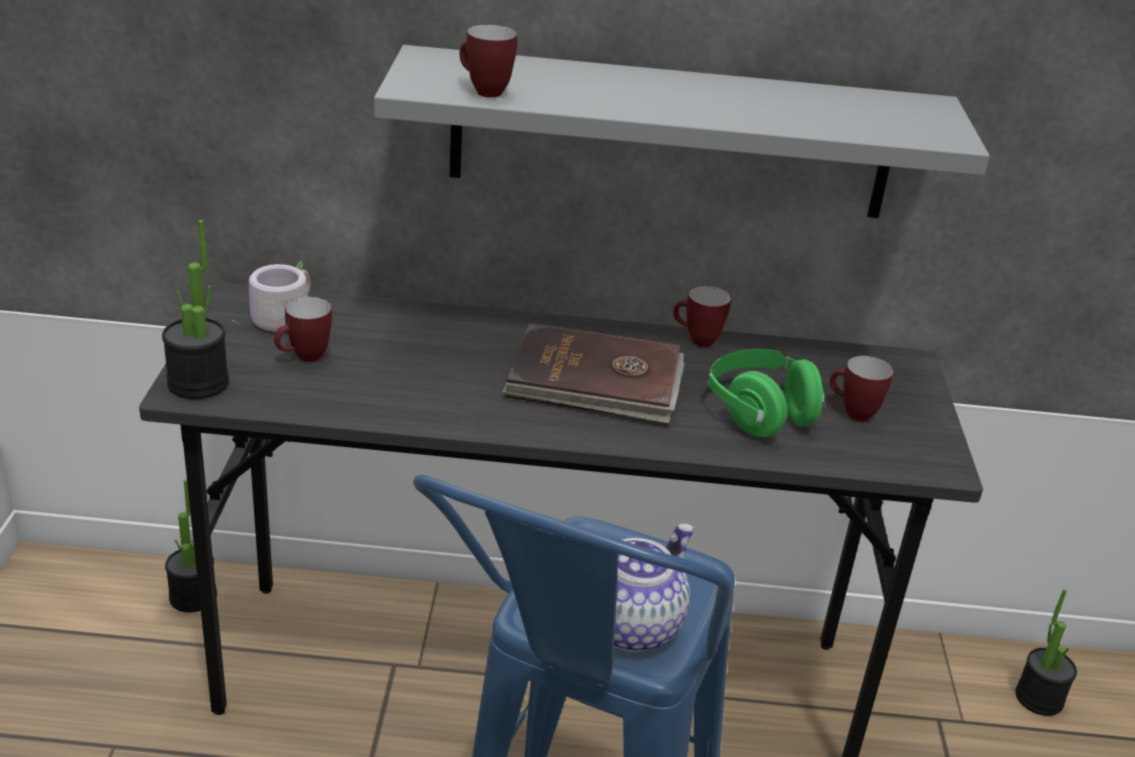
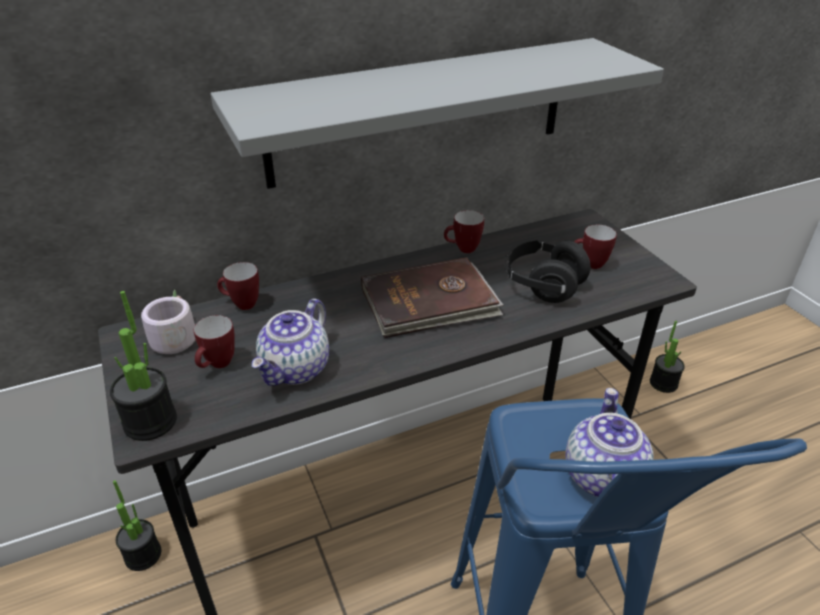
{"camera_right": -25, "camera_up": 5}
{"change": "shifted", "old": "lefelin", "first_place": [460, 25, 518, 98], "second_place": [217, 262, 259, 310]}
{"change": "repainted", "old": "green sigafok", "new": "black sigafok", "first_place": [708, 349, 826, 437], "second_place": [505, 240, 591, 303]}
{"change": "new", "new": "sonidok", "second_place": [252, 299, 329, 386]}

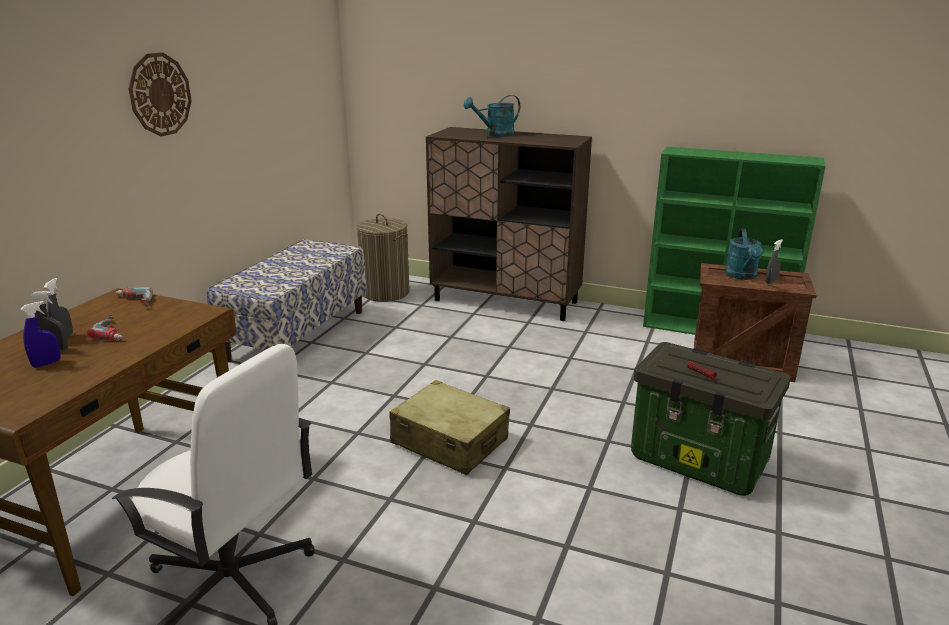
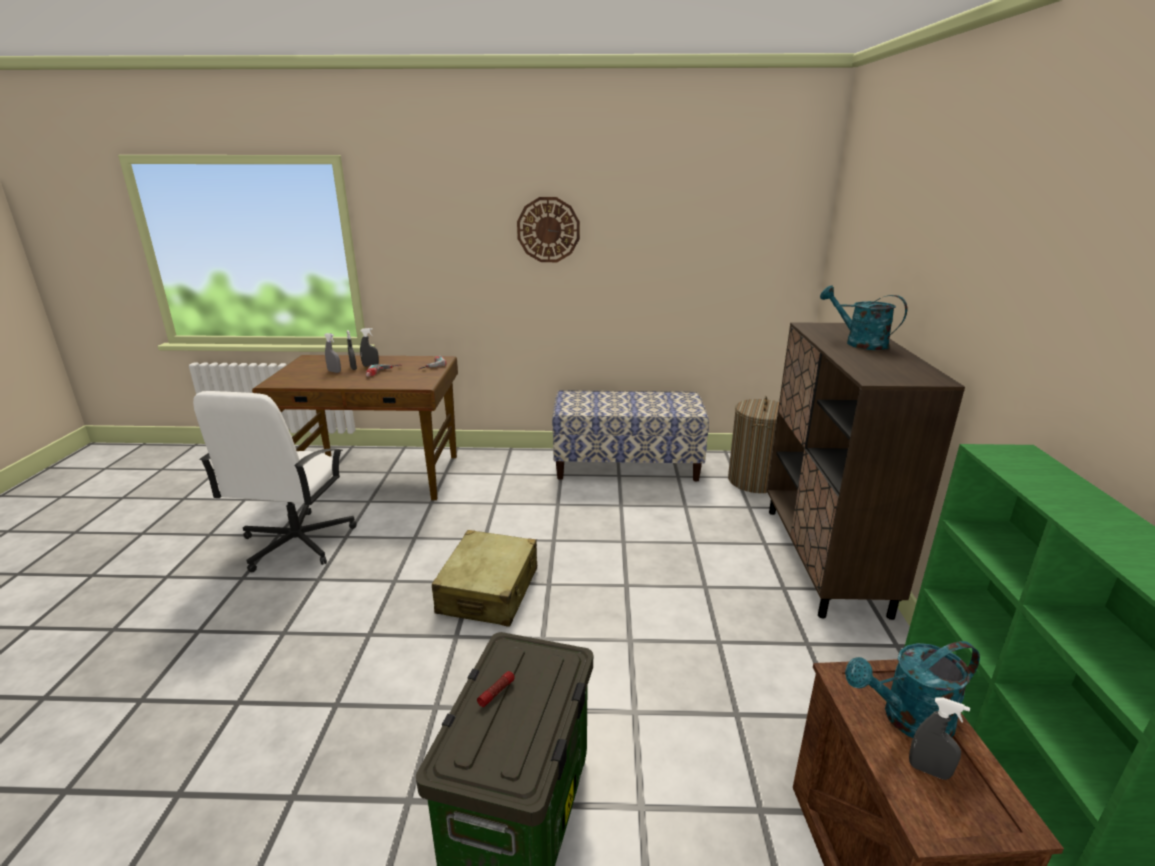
{"camera_right": 70, "camera_up": 0}
{"change": "repainted", "old": "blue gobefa", "new": "grey gobefa", "first_place": [21, 301, 61, 368], "second_place": [324, 333, 341, 373]}

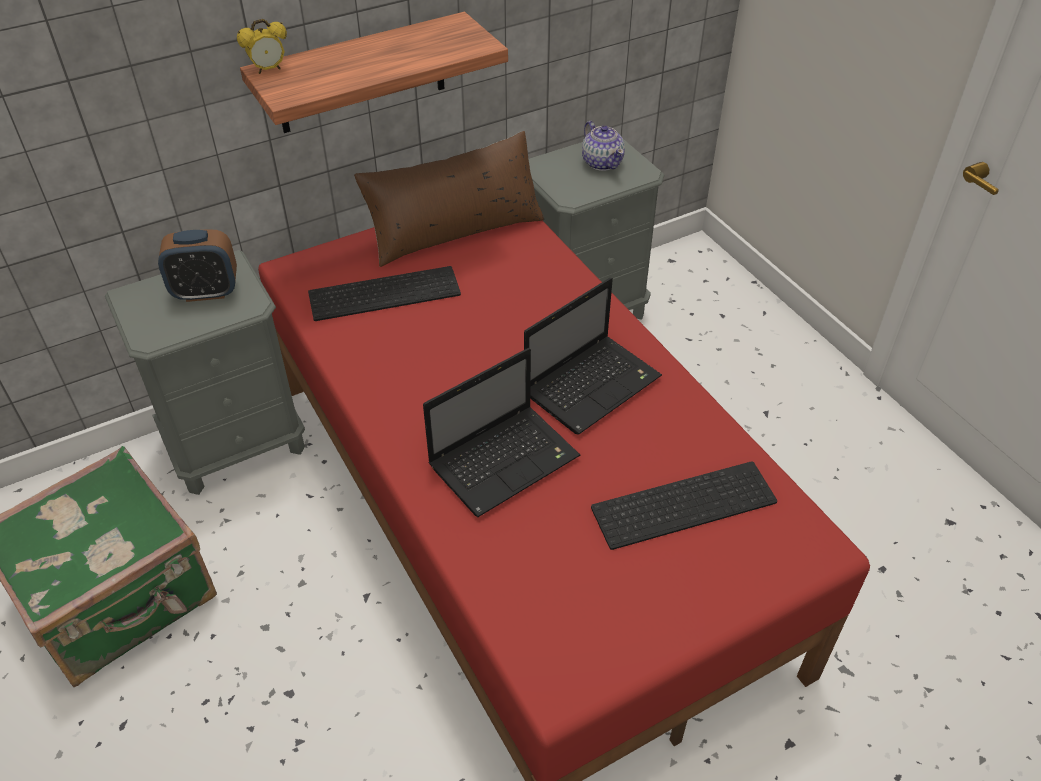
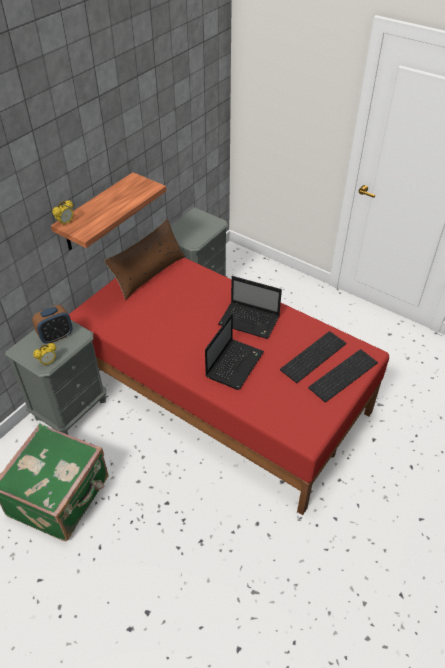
{"camera_right": -25, "camera_up": 0}
{"change": "gone", "old": "sonidok", "first_place": [582, 121, 625, 171]}
{"change": "shifted", "old": "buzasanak", "first_place": [308, 266, 461, 321], "second_place": [308, 349, 378, 403]}
{"change": "rotated", "old": "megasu", "first_place": [524, 278, 662, 435], "second_place": [218, 276, 282, 339], "degrees": 90}
{"change": "new", "new": "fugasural", "second_place": [33, 343, 56, 366]}

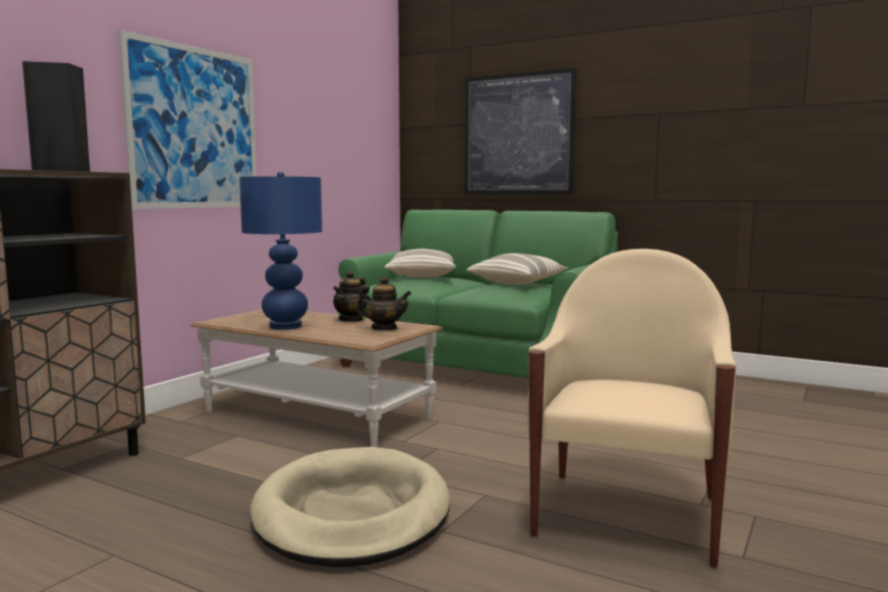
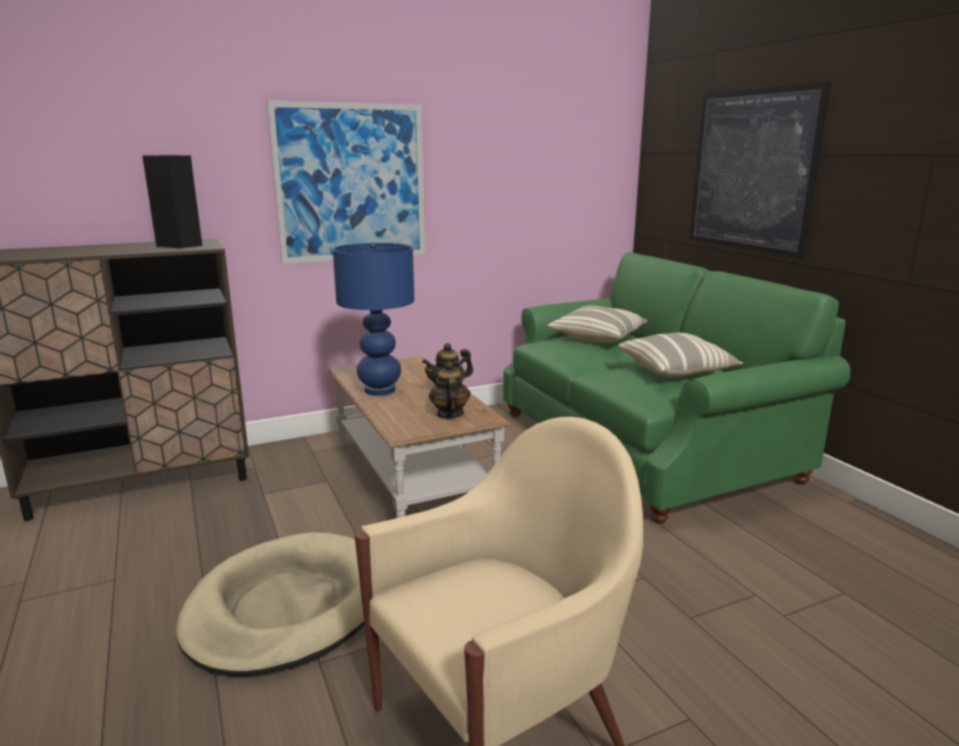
{"camera_right": 35, "camera_up": 10}
{"change": "rotated", "old": "sonidok", "first_place": [357, 276, 411, 330], "second_place": [429, 361, 470, 419], "degrees": -150}

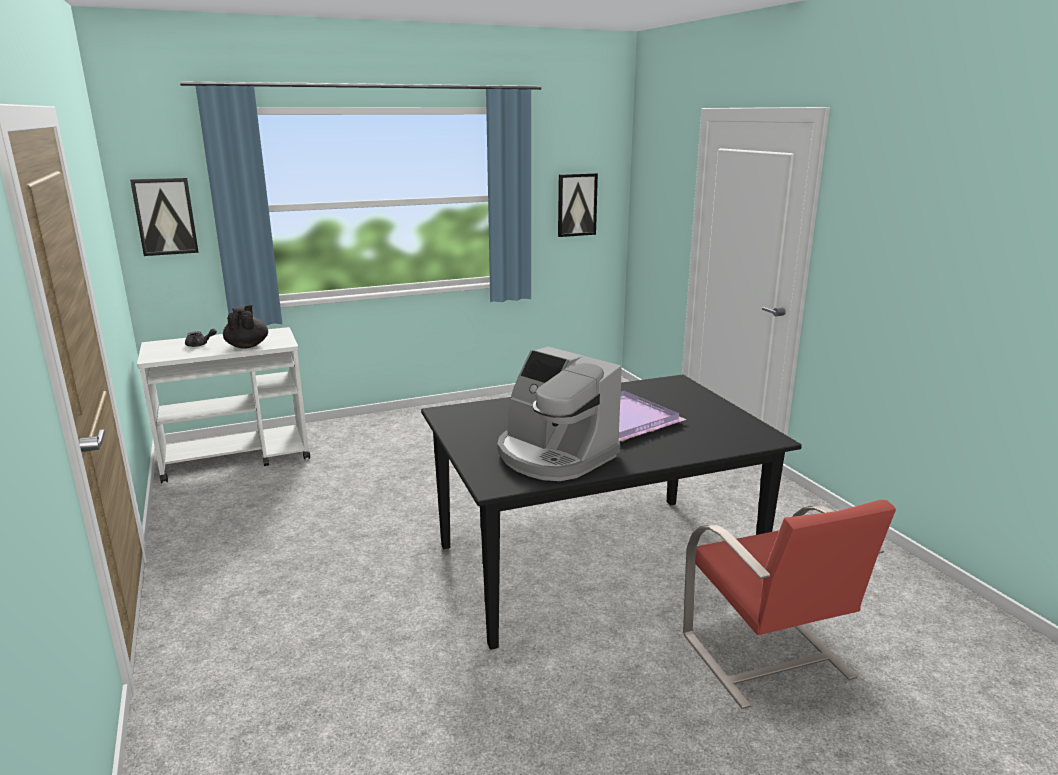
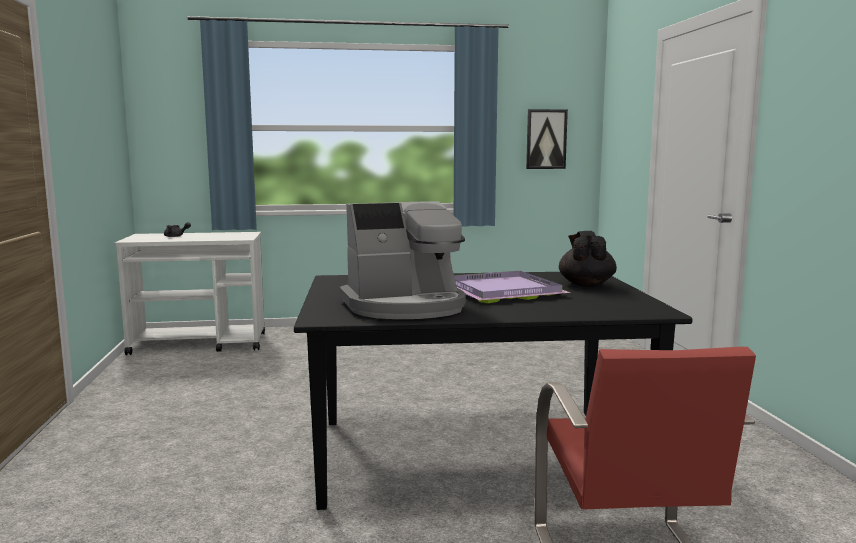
{"camera_right": 15, "camera_up": -10}
{"change": "gone", "old": "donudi", "first_place": [130, 178, 199, 256]}
{"change": "shifted", "old": "black sonidok", "first_place": [223, 305, 268, 349], "second_place": [559, 231, 617, 287]}
{"change": "rotated", "old": "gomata", "first_place": [497, 347, 622, 481], "second_place": [339, 201, 466, 319], "degrees": -75}

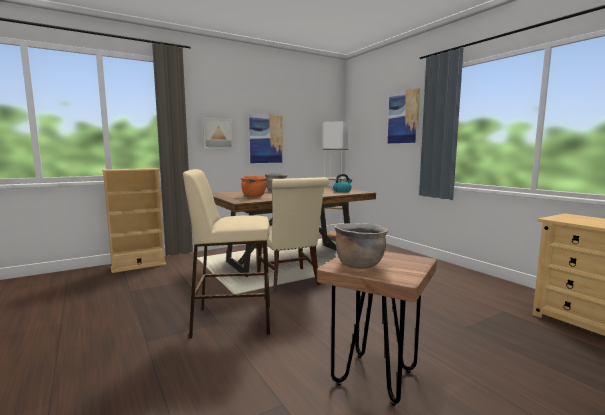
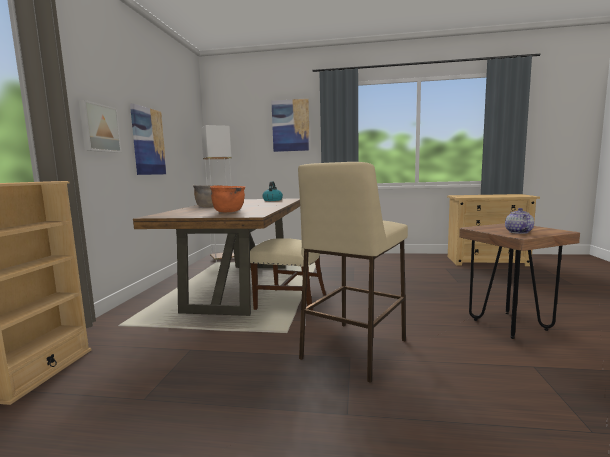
{"camera_right": -50, "camera_up": 0}
{"change": "swapped", "old": "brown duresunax", "new": "sonidok", "first_place": [334, 223, 388, 269], "second_place": [505, 208, 534, 234]}

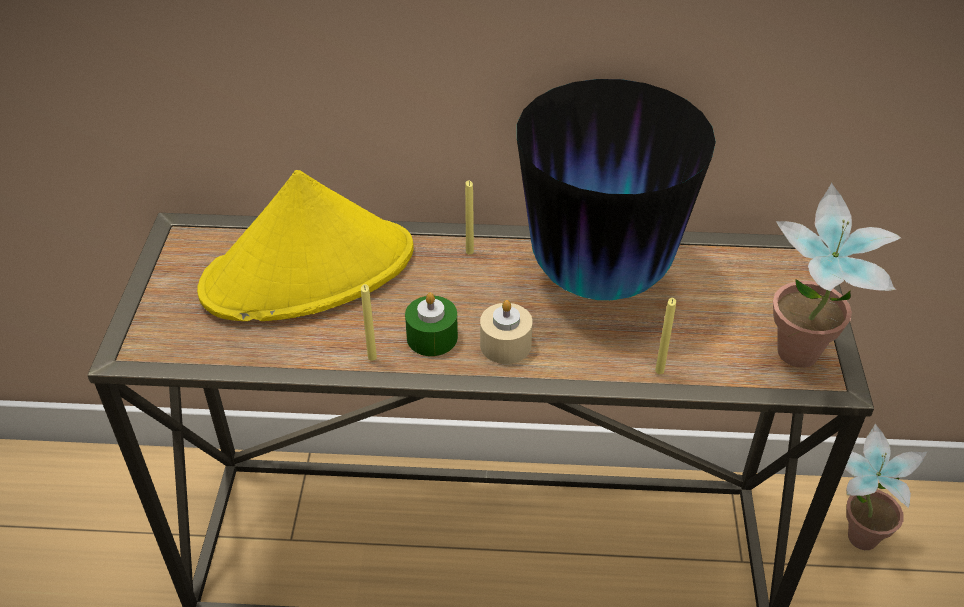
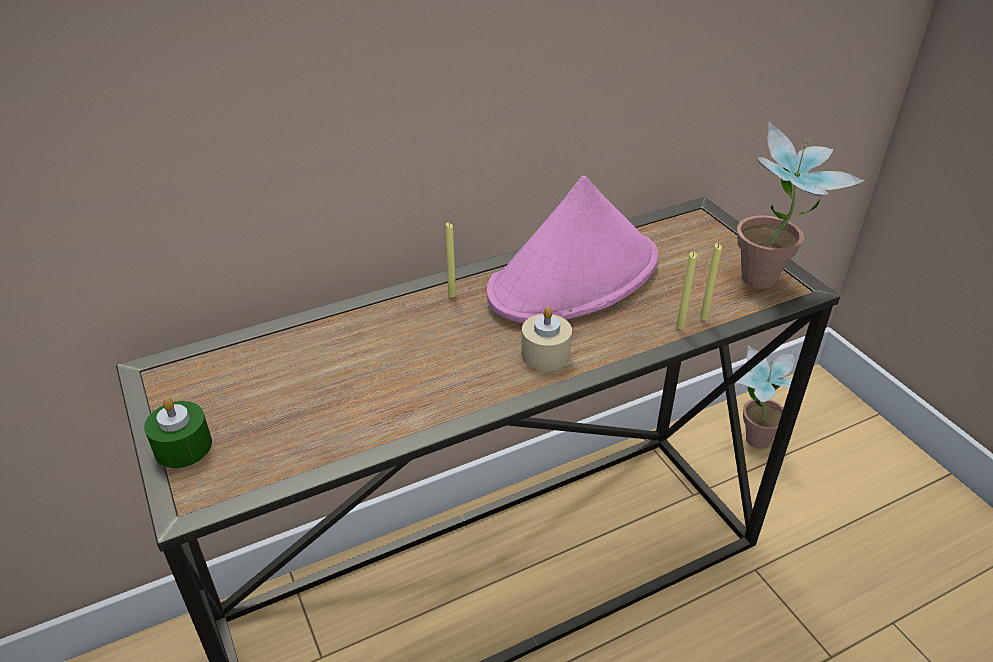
{"camera_right": -30, "camera_up": -5}
{"change": "swapped", "old": "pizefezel", "new": "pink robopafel", "first_place": [517, 79, 716, 300], "second_place": [487, 175, 658, 323]}
{"change": "gone", "old": "yellow robopafel", "first_place": [197, 170, 414, 321]}
{"change": "shifted", "old": "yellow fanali", "first_place": [361, 284, 377, 361], "second_place": [700, 243, 722, 320]}
{"change": "shifted", "old": "green fanali", "first_place": [405, 292, 458, 356], "second_place": [144, 398, 212, 468]}

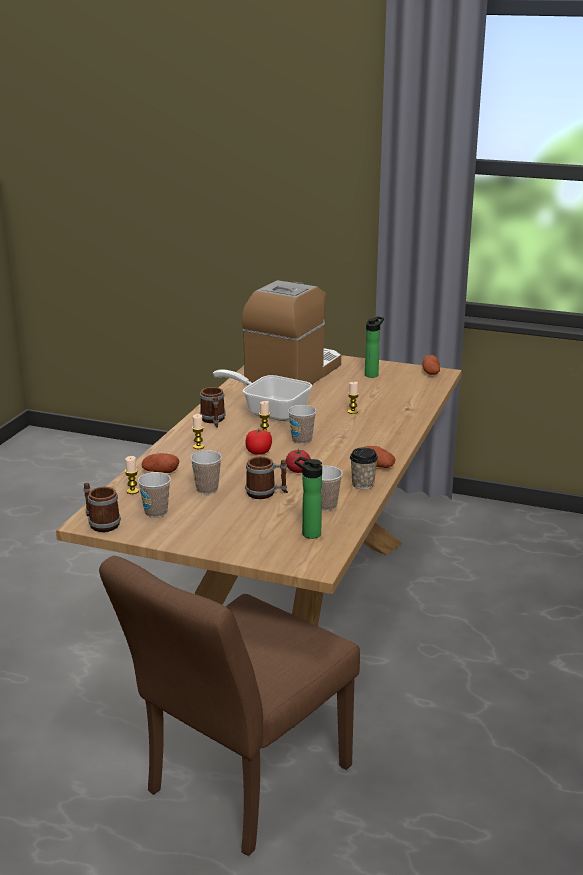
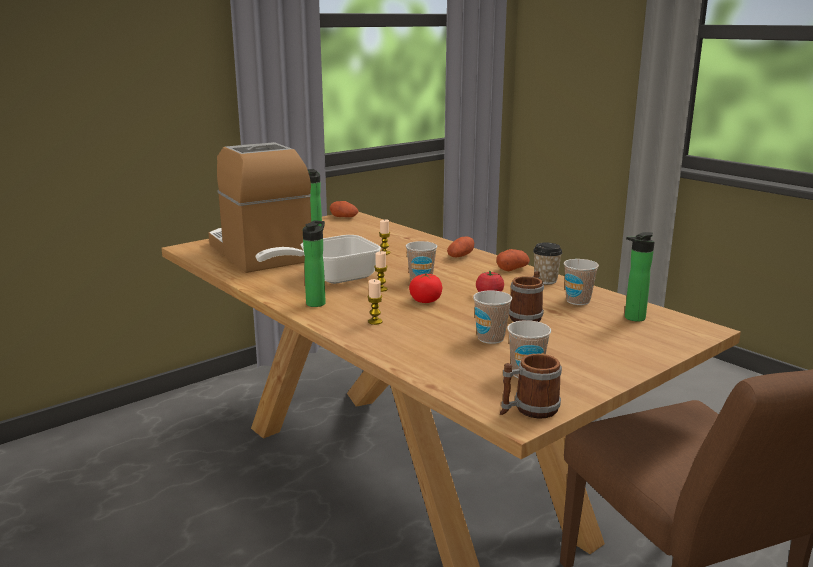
{"camera_right": -60, "camera_up": -5}
{"change": "swapped", "old": "lefelin", "new": "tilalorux", "first_place": [200, 387, 226, 428], "second_place": [303, 220, 326, 307]}
{"change": "shifted", "old": "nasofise", "first_place": [142, 453, 179, 473], "second_place": [447, 236, 474, 257]}
{"change": "gone", "old": "fanali", "first_place": [125, 456, 139, 494]}

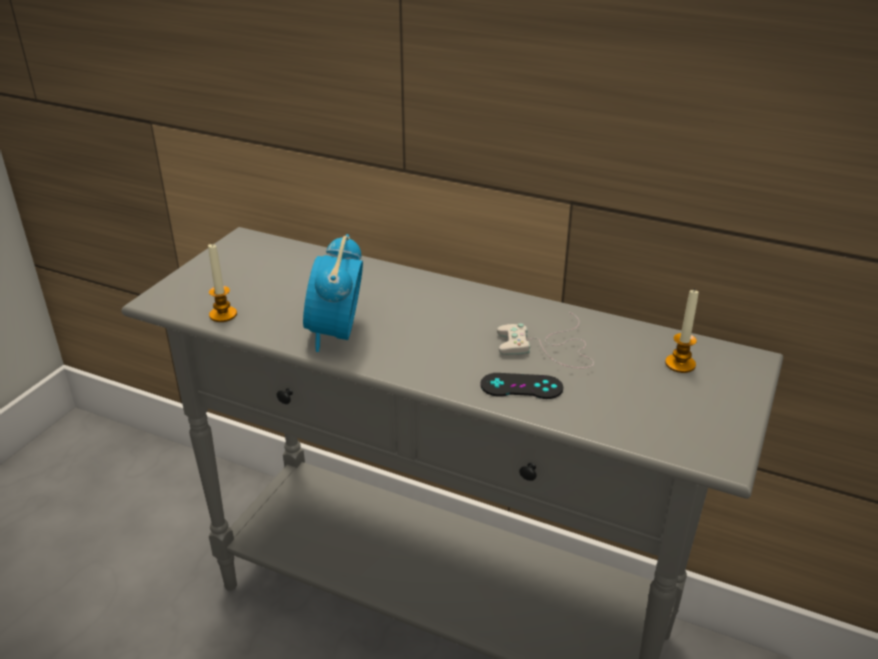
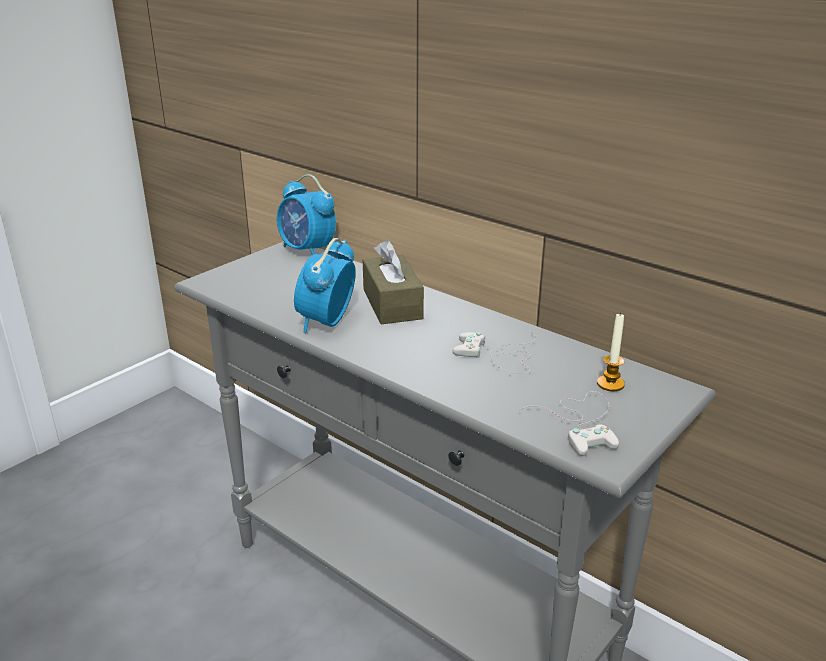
{"camera_right": 15, "camera_up": -5}
{"change": "gone", "old": "fanali", "first_place": [208, 244, 237, 322]}
{"change": "gone", "old": "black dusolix", "first_place": [480, 373, 563, 399]}
{"change": "new", "new": "fugasural", "second_place": [277, 174, 336, 255]}
{"change": "new", "new": "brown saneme", "second_place": [363, 240, 424, 324]}
{"change": "new", "new": "white dusolix", "second_place": [515, 391, 619, 456]}

